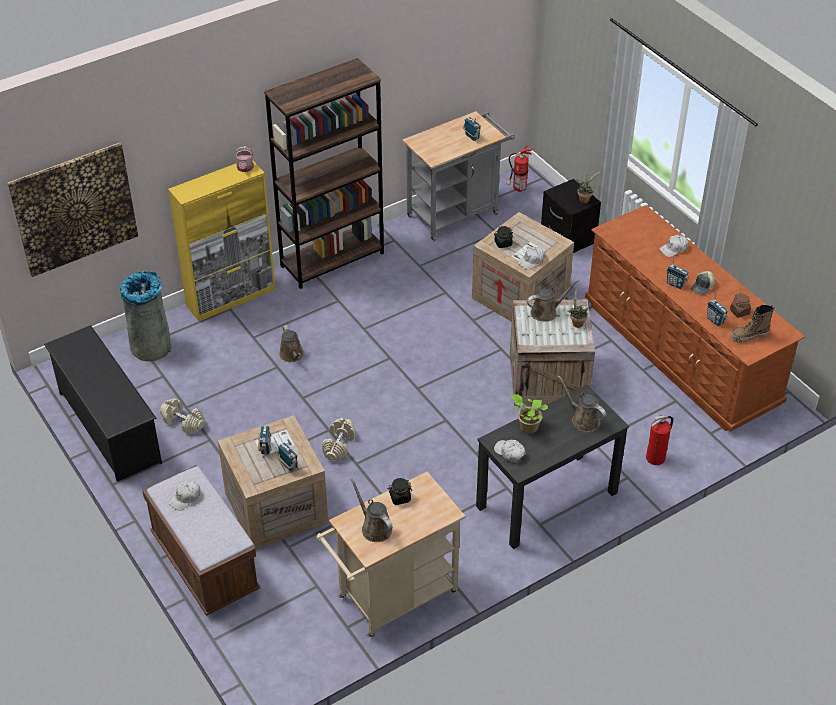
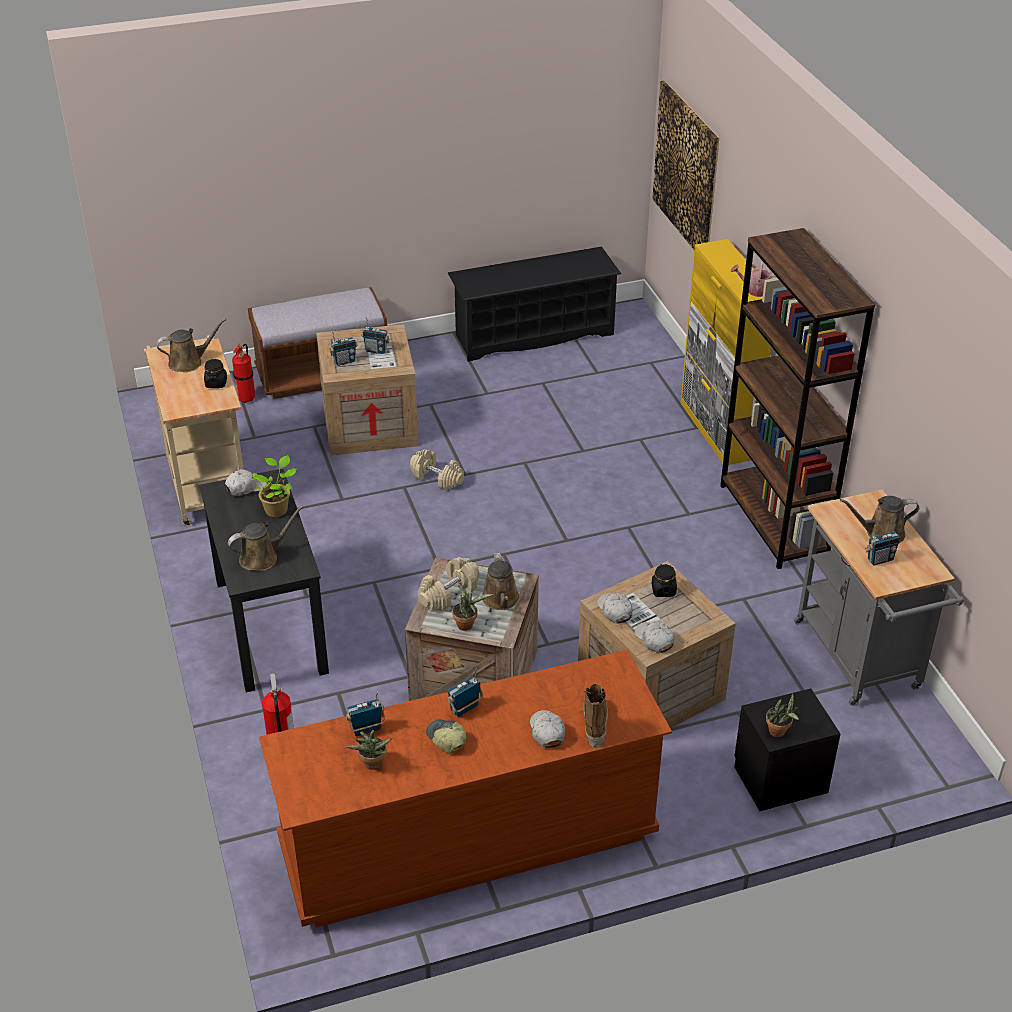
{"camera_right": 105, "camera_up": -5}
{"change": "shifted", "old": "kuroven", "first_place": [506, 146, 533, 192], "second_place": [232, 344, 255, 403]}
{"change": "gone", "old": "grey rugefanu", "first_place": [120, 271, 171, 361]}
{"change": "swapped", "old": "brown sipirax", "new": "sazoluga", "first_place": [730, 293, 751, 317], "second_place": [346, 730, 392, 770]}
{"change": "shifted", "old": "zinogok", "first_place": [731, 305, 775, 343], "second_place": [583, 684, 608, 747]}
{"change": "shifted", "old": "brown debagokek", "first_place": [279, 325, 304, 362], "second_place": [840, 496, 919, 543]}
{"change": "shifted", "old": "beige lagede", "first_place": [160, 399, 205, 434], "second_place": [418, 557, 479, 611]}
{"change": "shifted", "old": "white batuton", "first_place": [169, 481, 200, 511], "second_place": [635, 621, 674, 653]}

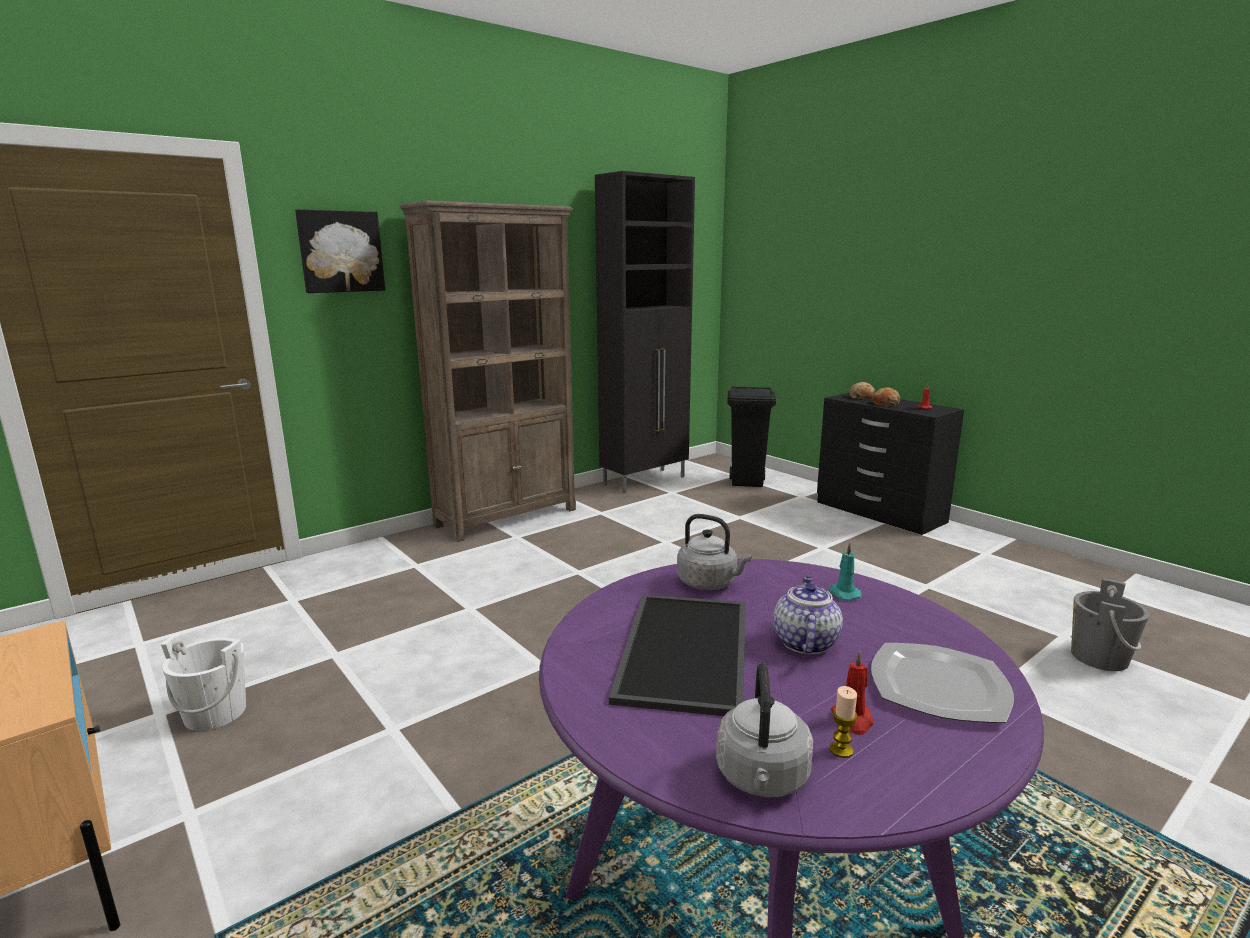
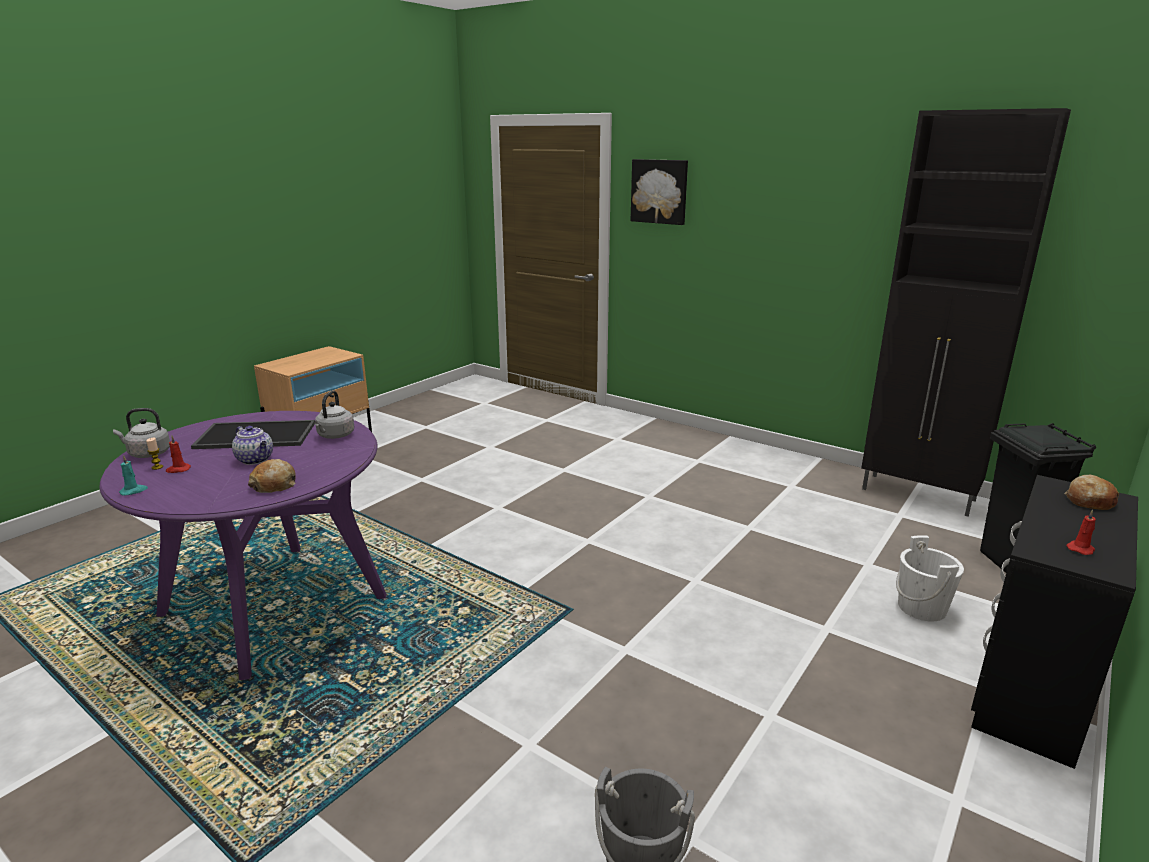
{"camera_right": 75, "camera_up": 5}
{"change": "gone", "old": "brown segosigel", "first_place": [400, 200, 576, 542]}
{"change": "shifted", "old": "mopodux", "first_place": [872, 387, 900, 406], "second_place": [248, 459, 296, 493]}
{"change": "shifted", "old": "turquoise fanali", "first_place": [829, 542, 862, 600], "second_place": [119, 455, 148, 496]}
{"change": "rotated", "old": "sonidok", "first_place": [773, 576, 843, 654], "second_place": [232, 426, 273, 465], "degrees": 45}
{"change": "shifted", "old": "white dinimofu", "first_place": [161, 633, 246, 731], "second_place": [896, 535, 964, 621]}
{"change": "gone", "old": "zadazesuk", "first_place": [871, 643, 1014, 723]}

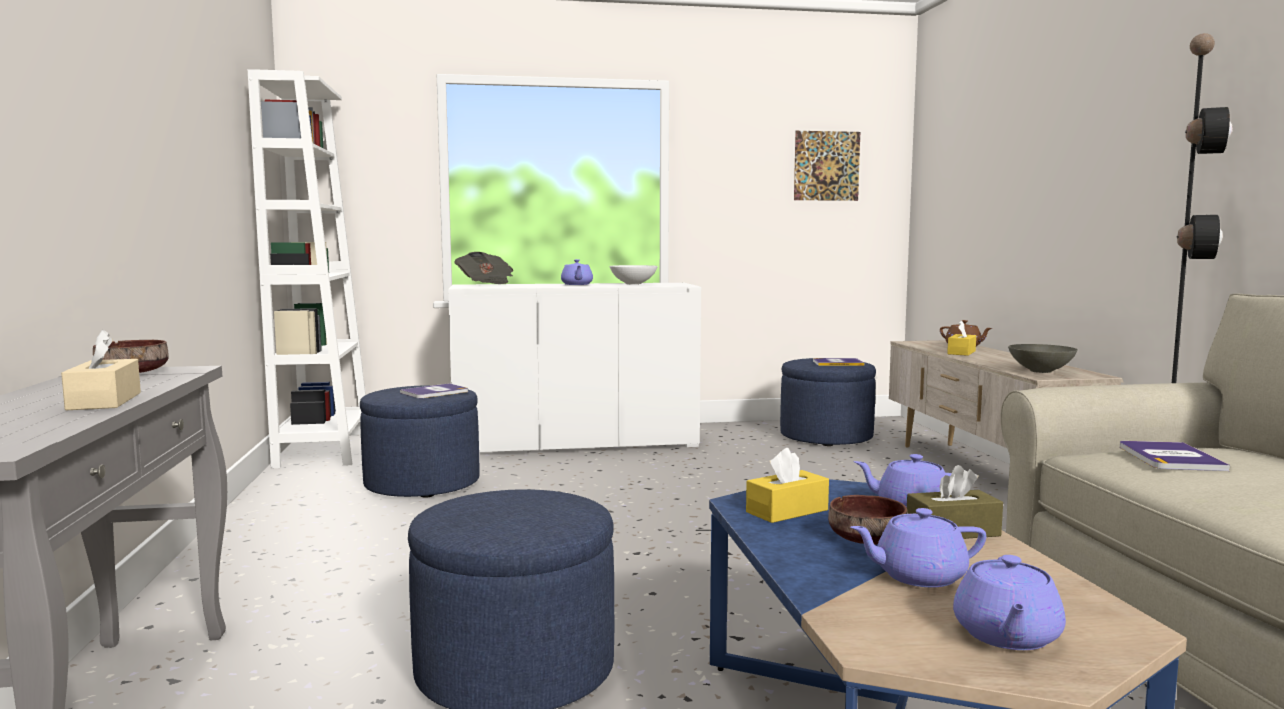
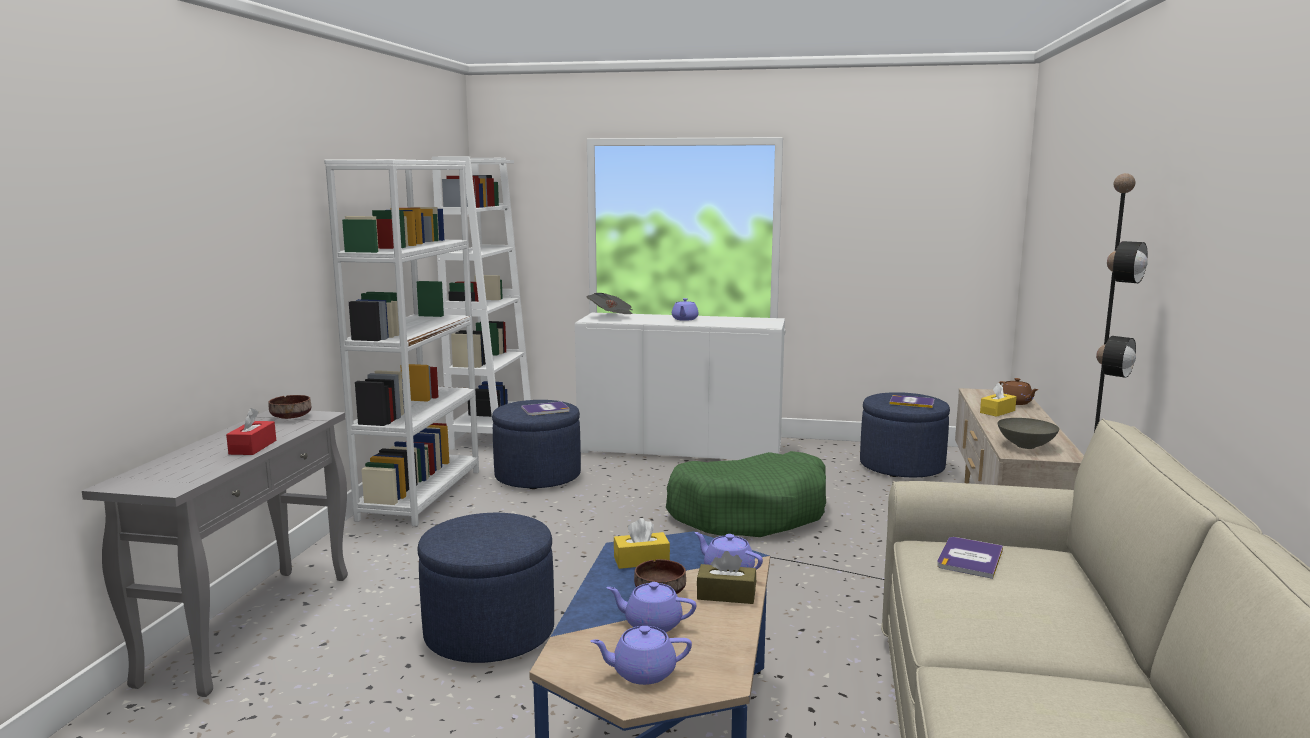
{"camera_right": 20, "camera_up": 5}
{"change": "gone", "old": "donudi", "first_place": [794, 131, 860, 201]}
{"change": "gone", "old": "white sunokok", "first_place": [610, 265, 658, 285]}
{"change": "repainted", "old": "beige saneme", "new": "red saneme", "first_place": [61, 329, 141, 410], "second_place": [226, 408, 276, 455]}
{"change": "rotated", "old": "purple sonidok", "first_place": [953, 555, 1066, 650], "second_place": [590, 626, 692, 685], "degrees": 45}
{"change": "new", "new": "white segosigel", "second_place": [324, 159, 479, 526]}
{"change": "new", "new": "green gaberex", "second_place": [666, 451, 826, 537]}

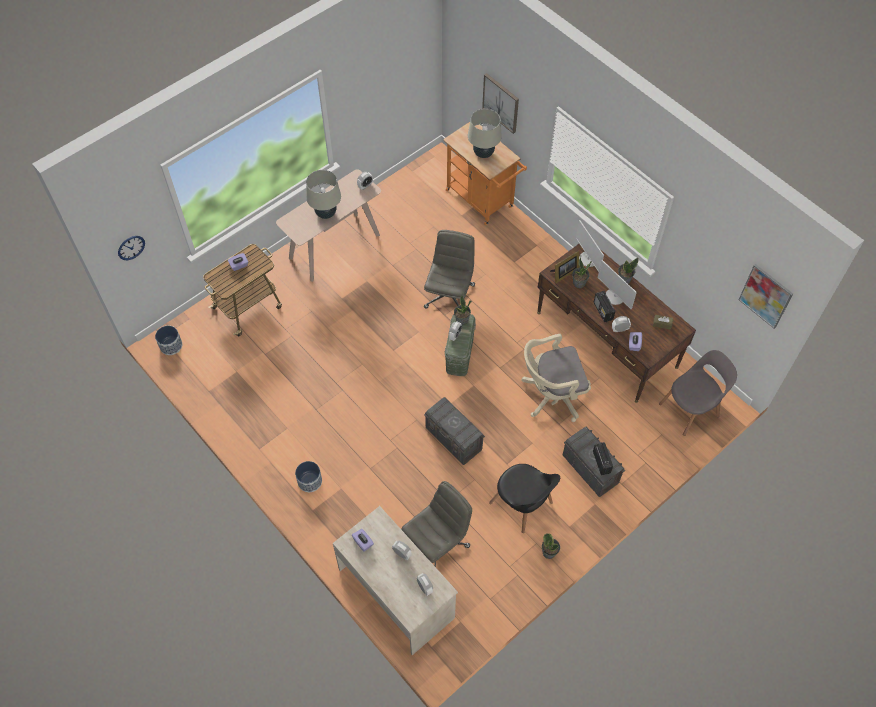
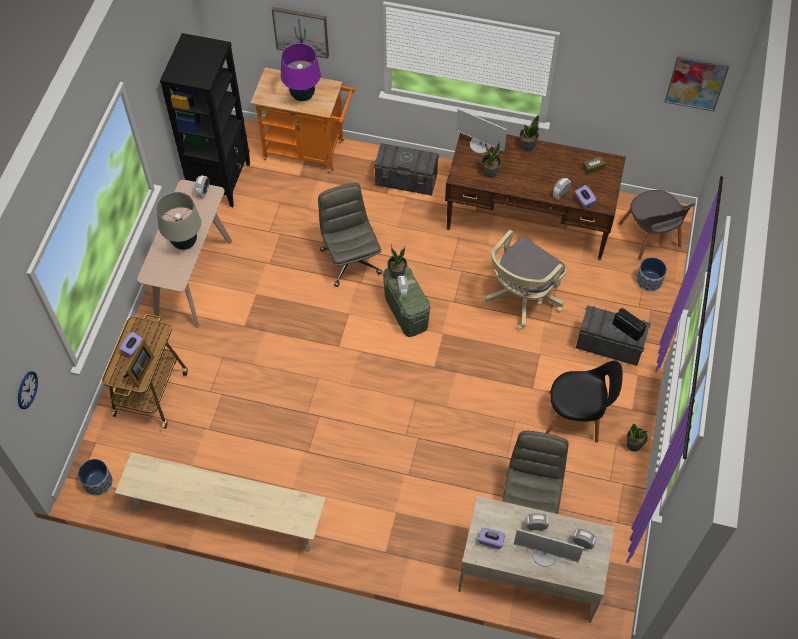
{"camera_right": -35, "camera_up": 0}
{"change": "repainted", "old": "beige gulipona", "new": "purple gulipona", "first_place": [468, 109, 502, 158], "second_place": [281, 43, 321, 101]}
{"change": "shifted", "old": "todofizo", "first_place": [550, 250, 579, 283], "second_place": [124, 339, 154, 388]}
{"change": "shifted", "old": "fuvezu", "first_place": [598, 260, 637, 309], "second_place": [514, 529, 584, 567]}
{"change": "gone", "old": "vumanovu", "first_place": [594, 291, 615, 322]}
{"change": "rotated", "old": "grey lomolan", "first_place": [659, 350, 737, 436], "second_place": [619, 190, 696, 260], "degrees": 135}
{"change": "shifted", "old": "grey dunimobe", "first_place": [424, 397, 485, 465], "second_place": [374, 143, 439, 196]}
{"change": "shifted", "old": "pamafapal", "first_place": [295, 461, 322, 492], "second_place": [636, 257, 667, 292]}
{"change": "new", "new": "black segosigel", "second_place": [160, 33, 250, 207]}
{"change": "new", "new": "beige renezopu", "second_place": [115, 452, 326, 552]}

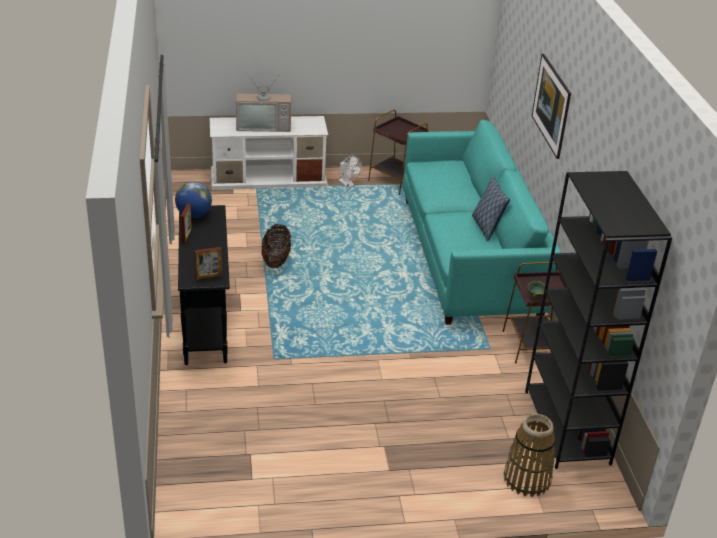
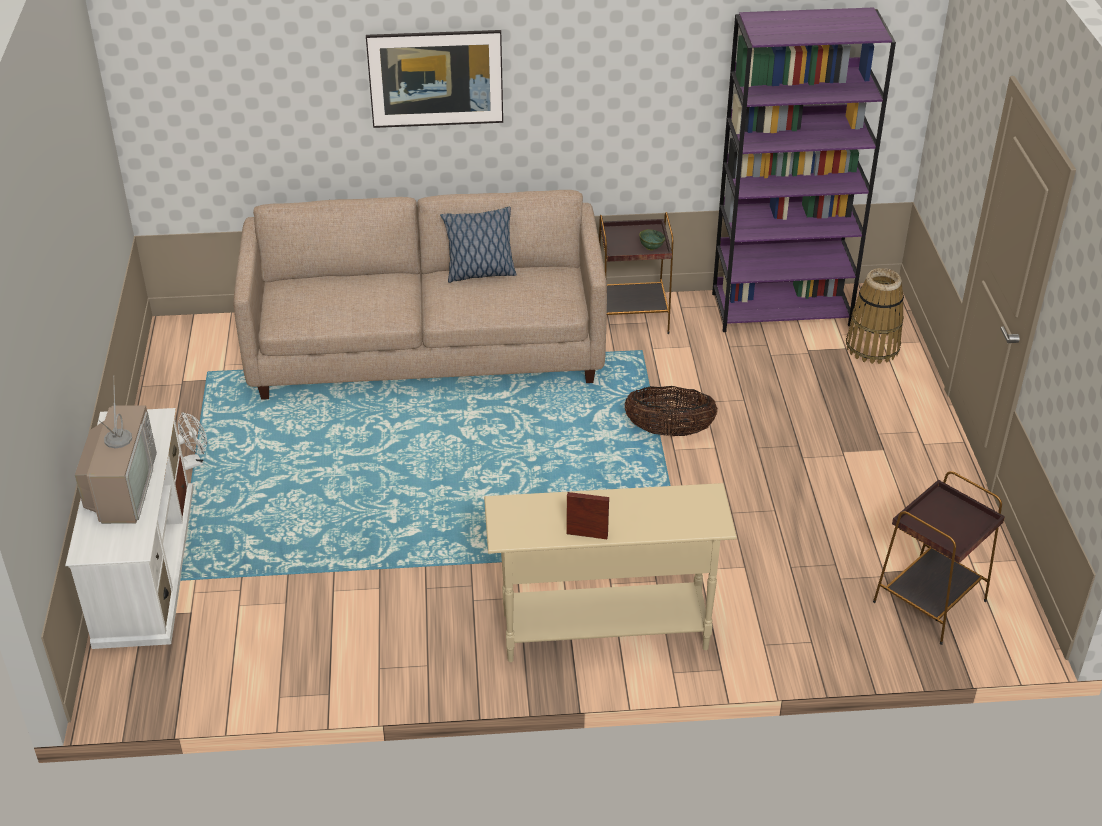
{"camera_right": -85, "camera_up": 5}
{"change": "shifted", "old": "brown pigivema", "first_place": [368, 110, 428, 195], "second_place": [873, 471, 1005, 645]}
{"change": "repainted", "old": "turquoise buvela", "new": "beige buvela", "first_place": [403, 120, 561, 325], "second_place": [233, 190, 607, 400]}
{"change": "repainted", "old": "black segosigel", "new": "purple segosigel", "first_place": [525, 171, 672, 469], "second_place": [712, 7, 896, 332]}
{"change": "gone", "old": "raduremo", "first_place": [175, 182, 212, 218]}
{"change": "repainted", "old": "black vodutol", "new": "beige vodutol", "first_place": [178, 205, 230, 365], "second_place": [484, 483, 737, 662]}
{"change": "shifted", "old": "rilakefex", "first_place": [261, 224, 291, 268], "second_place": [625, 386, 718, 436]}
{"change": "gone", "old": "todofizo", "first_place": [195, 247, 222, 280]}

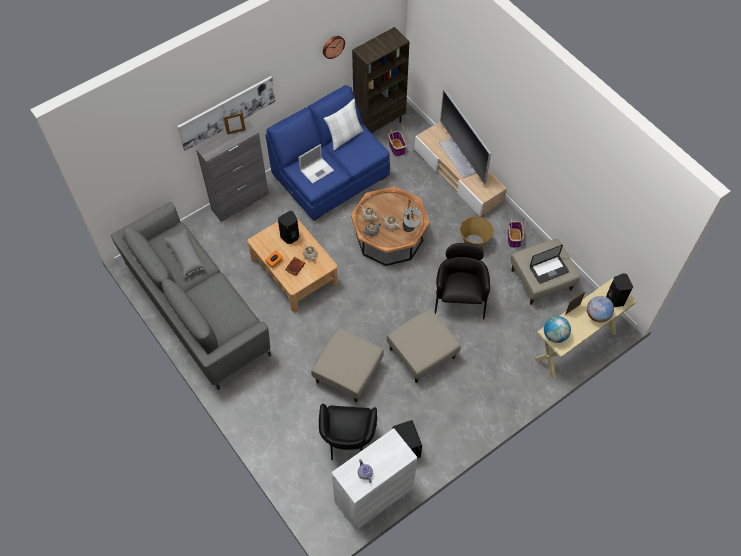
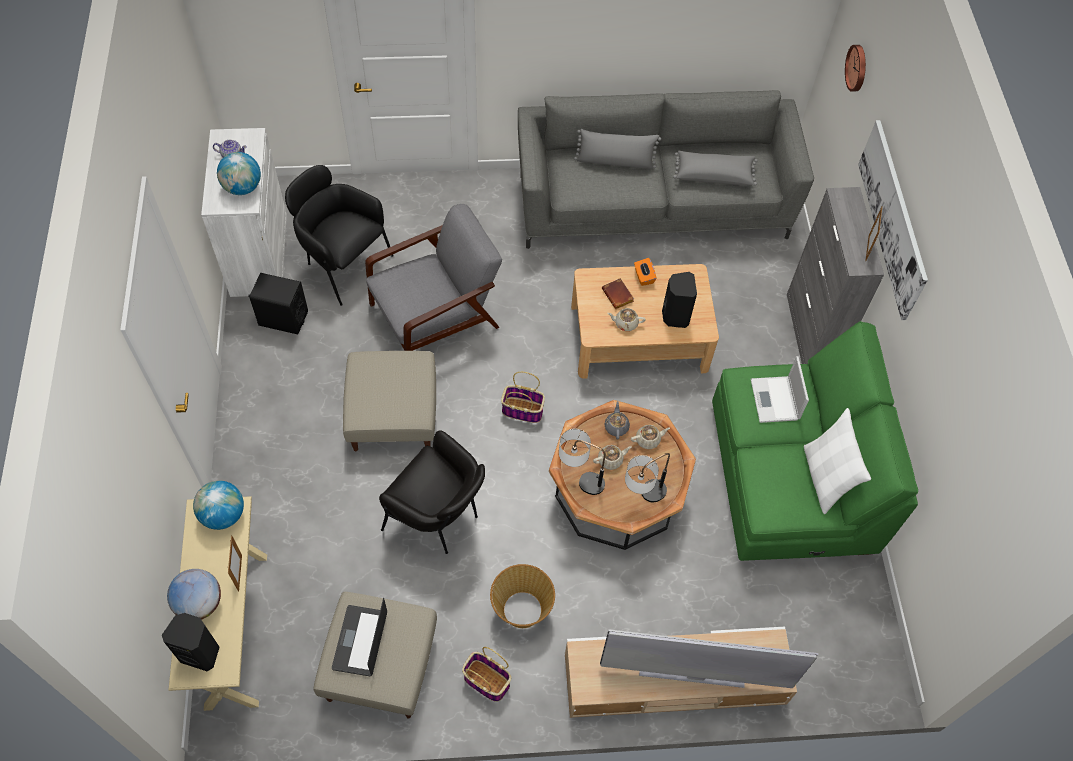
{"camera_right": 120, "camera_up": 0}
{"change": "gone", "old": "brown segosigel", "first_place": [352, 27, 410, 133]}
{"change": "shifted", "old": "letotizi", "first_place": [323, 36, 345, 59], "second_place": [845, 45, 866, 92]}
{"change": "repainted", "old": "blue buvela", "new": "green buvela", "first_place": [265, 85, 390, 221], "second_place": [712, 321, 918, 561]}
{"change": "shifted", "old": "rilakefex", "first_place": [389, 126, 406, 156], "second_place": [501, 372, 545, 423]}
{"change": "swapped", "old": "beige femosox", "new": "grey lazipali", "first_place": [311, 328, 384, 402], "second_place": [365, 204, 502, 351]}
{"change": "new", "new": "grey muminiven", "second_place": [574, 129, 661, 169]}
{"change": "new", "new": "raduremo", "second_place": [217, 152, 261, 195]}
{"change": "new", "new": "gulipona", "second_place": [625, 453, 670, 502]}

